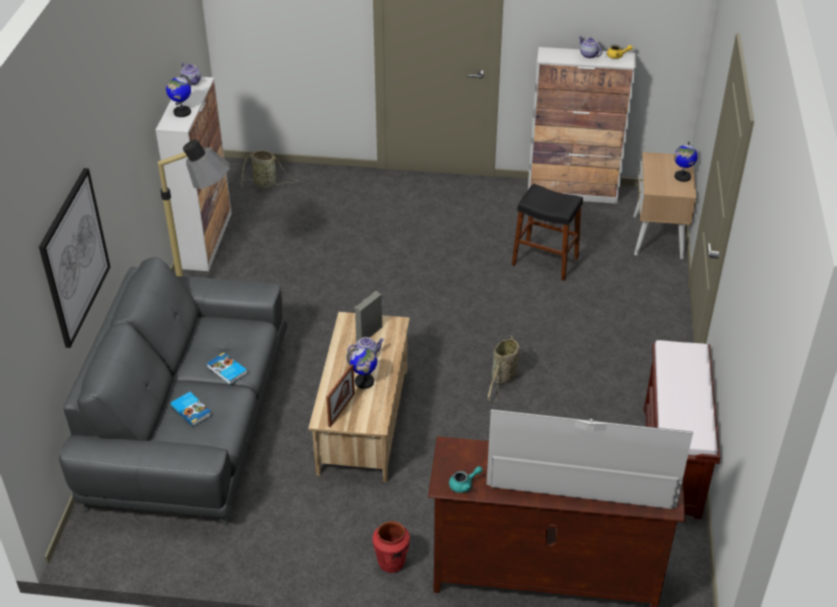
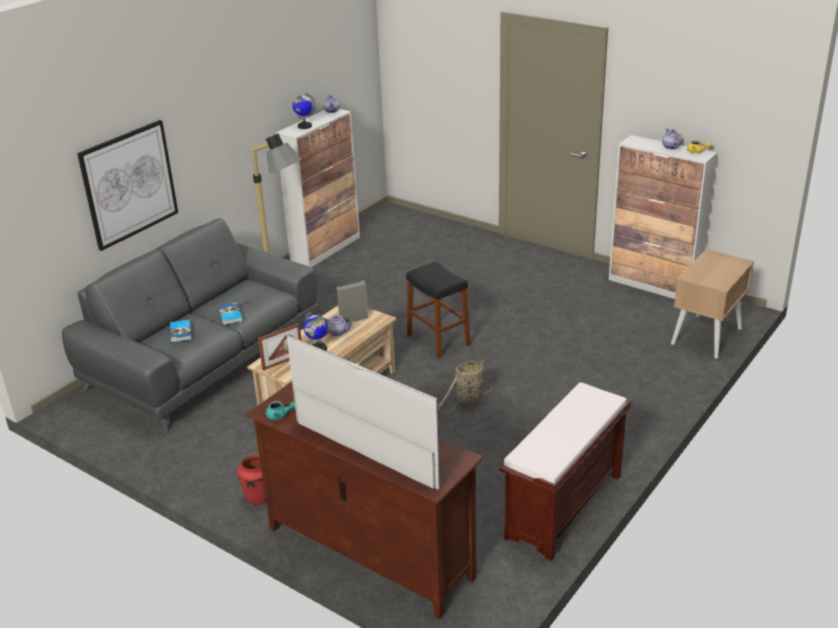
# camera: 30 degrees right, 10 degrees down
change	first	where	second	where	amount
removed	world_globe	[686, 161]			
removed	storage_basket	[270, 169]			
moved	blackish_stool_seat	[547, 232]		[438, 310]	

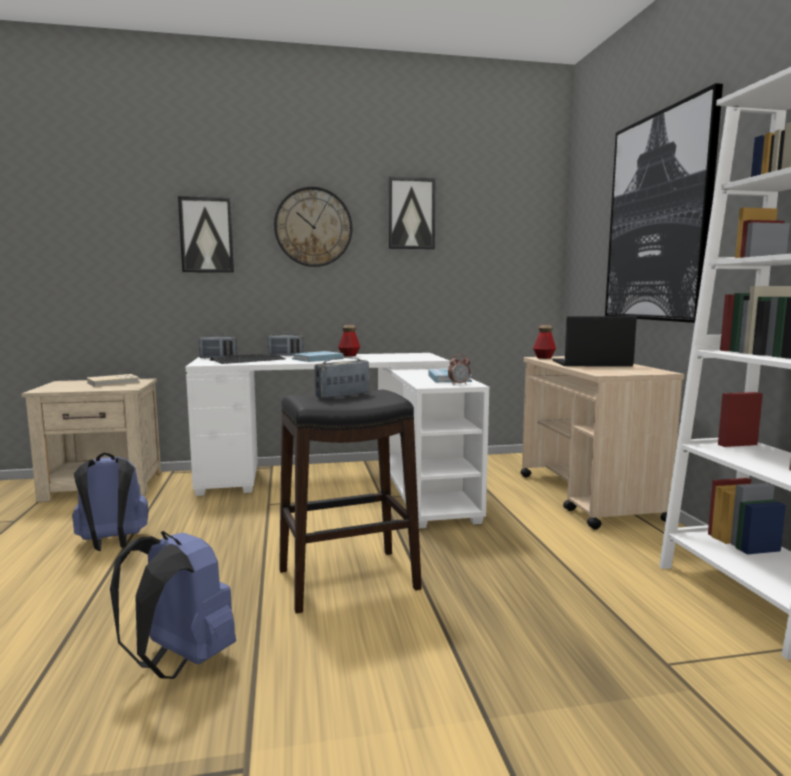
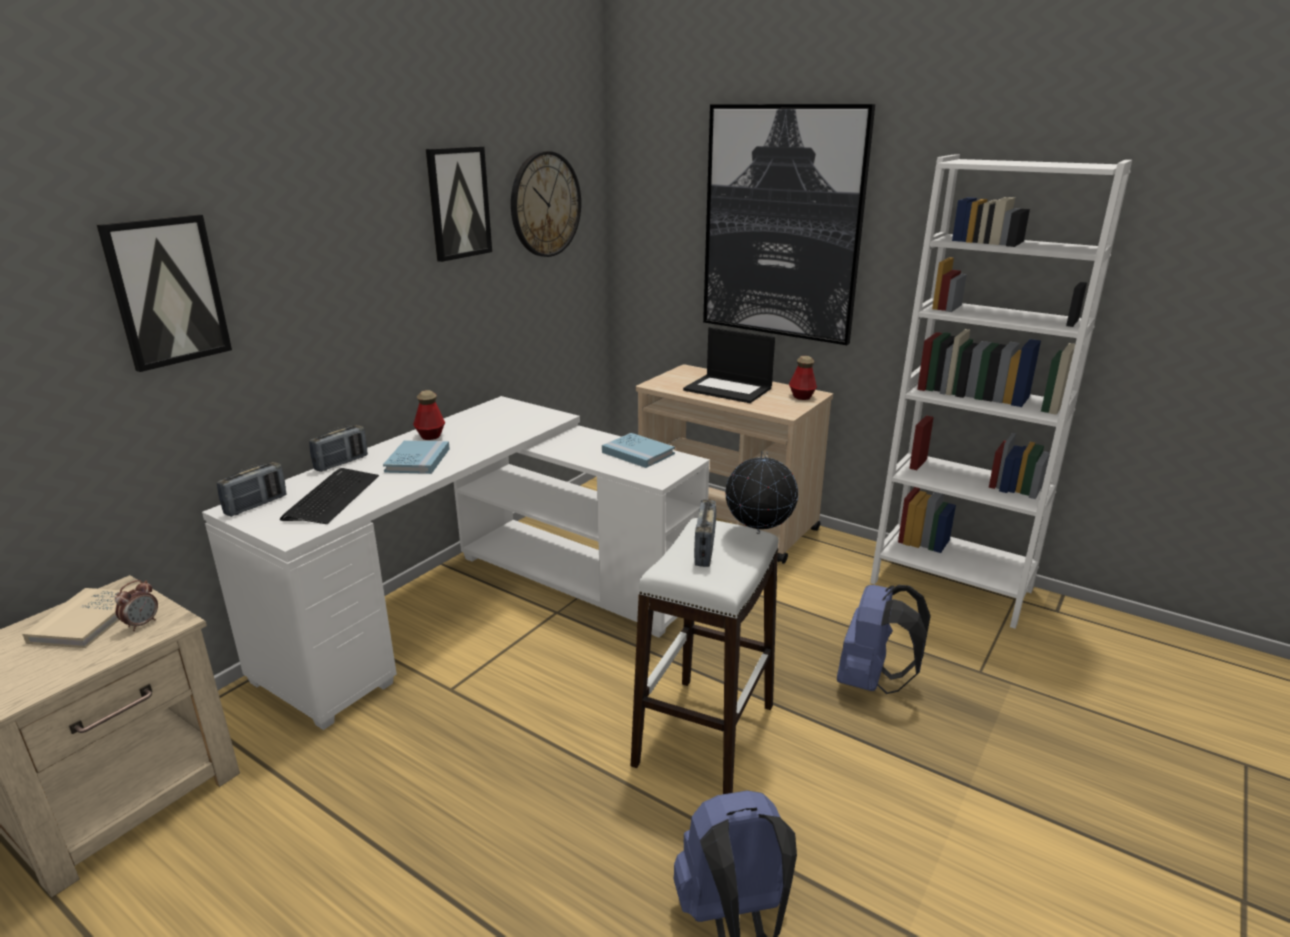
# camera: 45 degrees left, 15 degrees up
change	first	where	second	where	amount
moved	wall_clock	[313, 227]		[546, 204]	
turned	laptop	[595, 341]		[729, 365]	105 degrees counterclockwise
moved	beverage_bottle	[544, 342]		[803, 378]	
moved	table_clock	[459, 369]		[136, 605]	
recoloured	blackish_stool_seat	[350, 502]	white-coloured_stool_seat	[704, 656]	
moved	bluish_knapsack	[110, 501]		[884, 639]	
added			world_globe	[761, 493]	

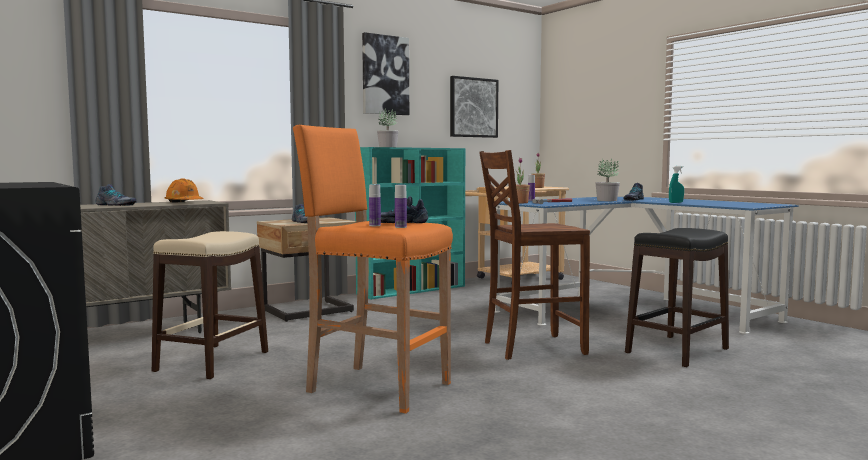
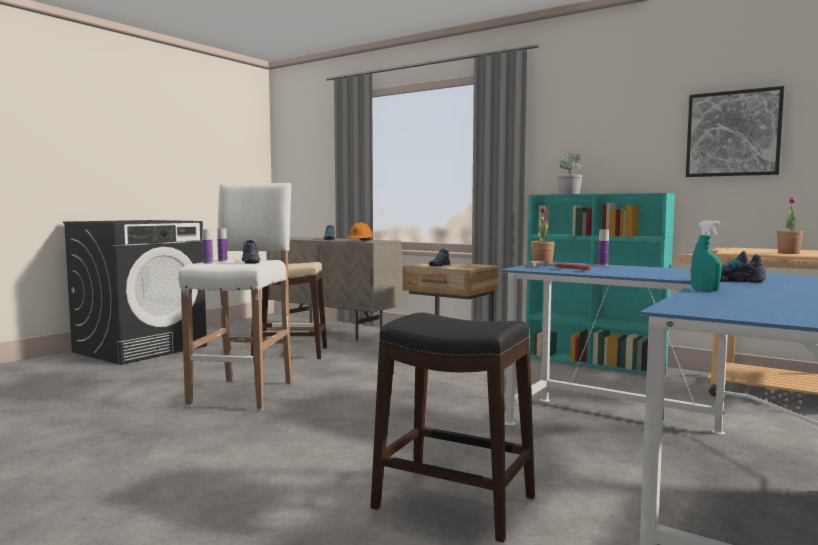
# camera: 70 degrees right, 0 degrees up
change	first	where	second	where	amount
removed	picture	[385, 73]			
recoloured	orange-coloured_stool_seat	[373, 269]	white-coloured_stool_seat	[235, 297]	
removed	brownish_upright_chair	[534, 255]			
removed	houseplant	[608, 179]			

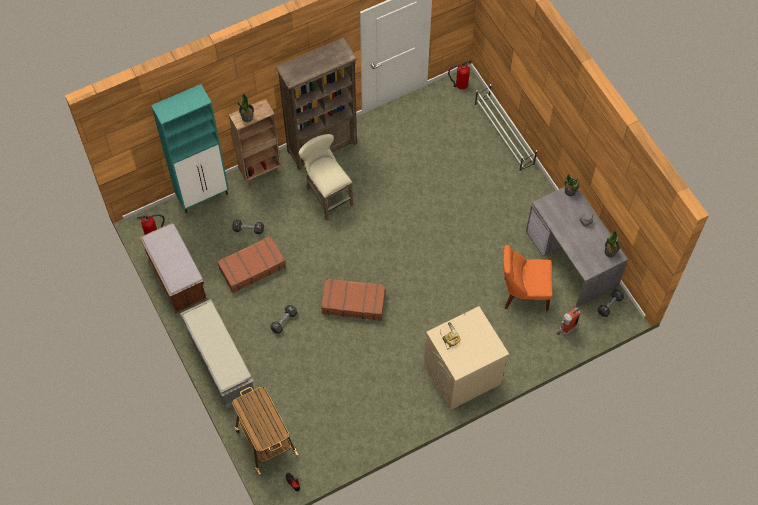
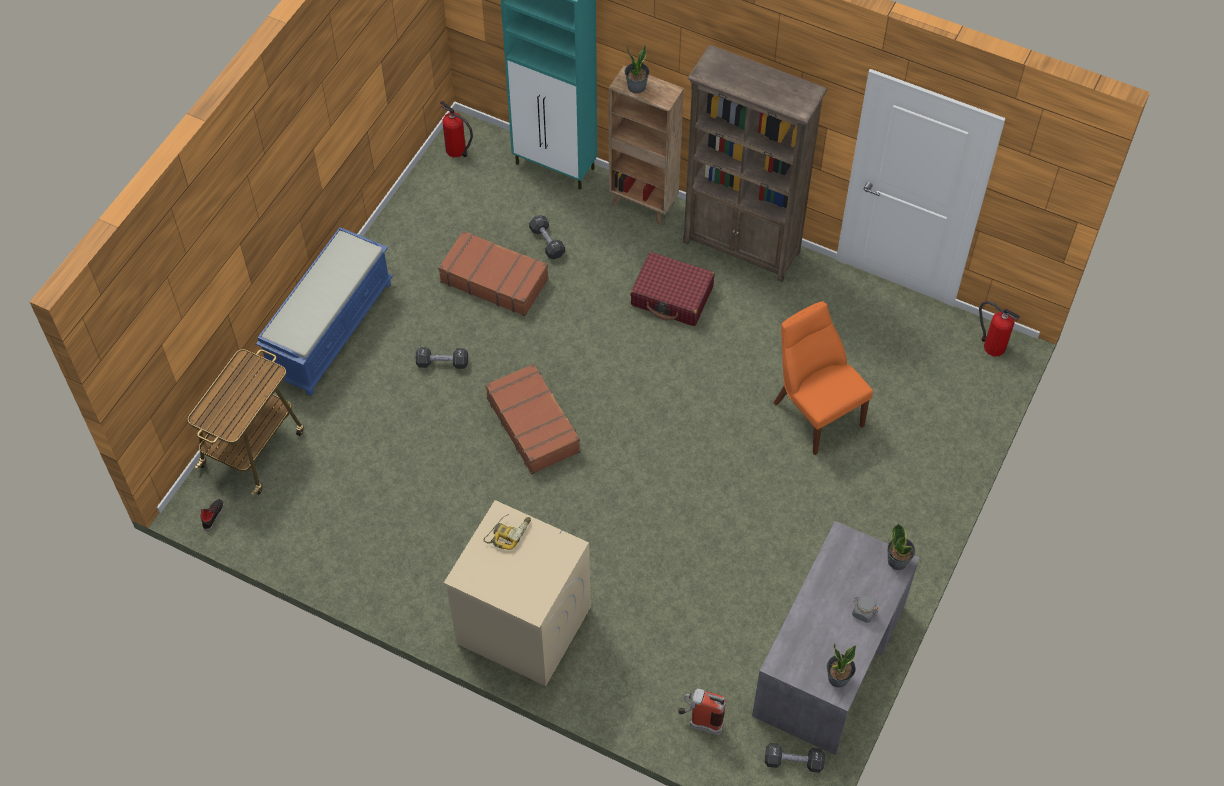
# camera: 55 degrees right, 5 degrees down
change	first	where	second	where	amount
removed	white-coloured_shoe_shelf	[506, 128]			
replaced	beige_stool_seat	[325, 177]	red-coloured_suitcase	[672, 289]	
removed	brownish_bench	[174, 268]			
moved	orange-coloured_upright_chair	[527, 278]		[823, 378]	
recoloured	gray_bench	[217, 353]	bluish_bench	[324, 311]	

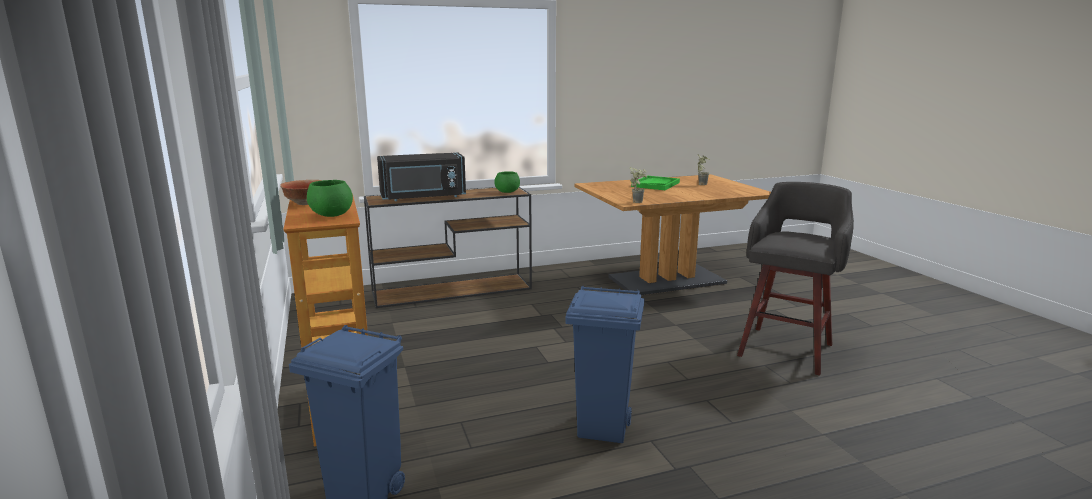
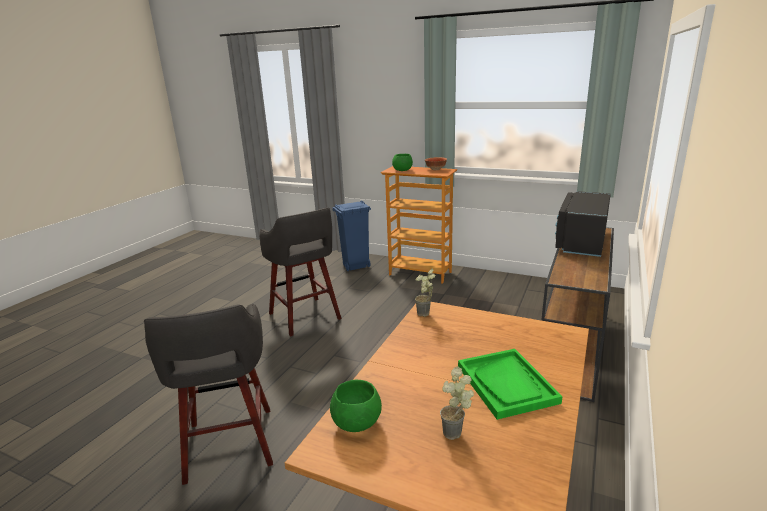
# camera: 135 degrees right, 5 degrees up
change	first	where	second	where	amount
moved	green-coloured_serving_bowl	[507, 182]		[356, 406]	
replaced	bluish_trash_can	[604, 364]	gray_stool_seat	[300, 272]	

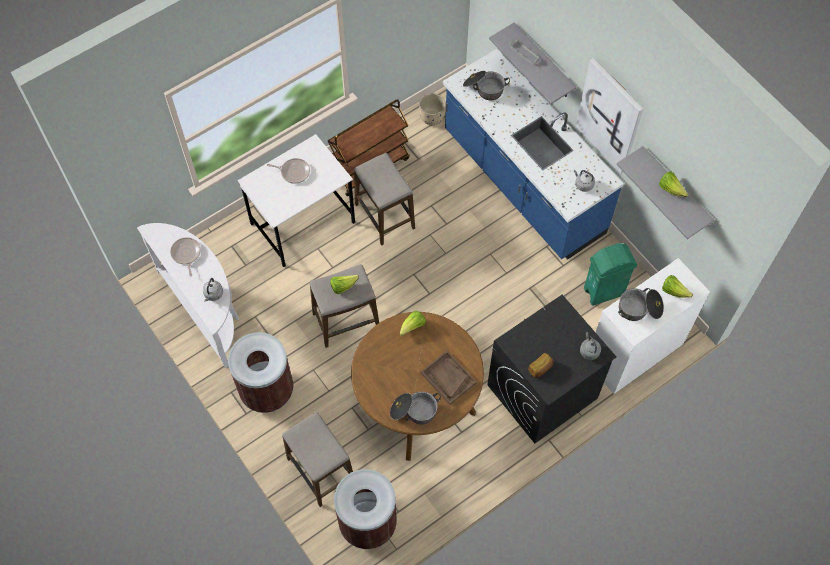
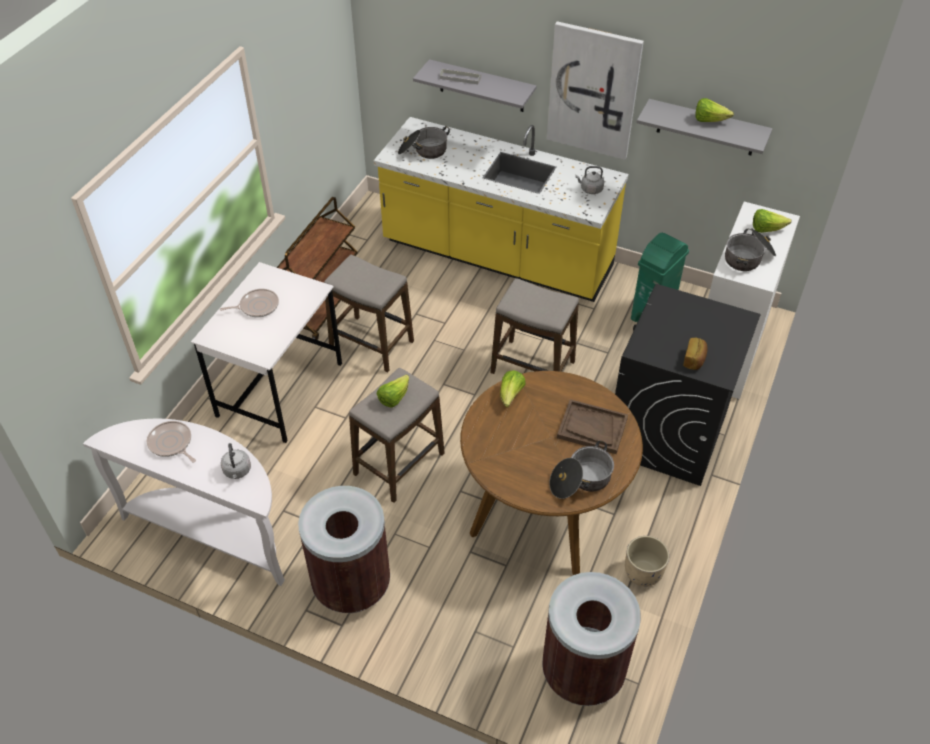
# camera: 30 degrees left, 15 degrees down
change	first	where	second	where	amount
recoloured	bluish_kitchen_base_unit	[533, 154]	yellow-coloured_kitchen_base_unit	[501, 209]	
moved	beige_plant_pot	[432, 109]		[647, 561]	
removed	gray_kettle	[590, 346]			
moved	stool_seat	[317, 459]		[534, 326]	

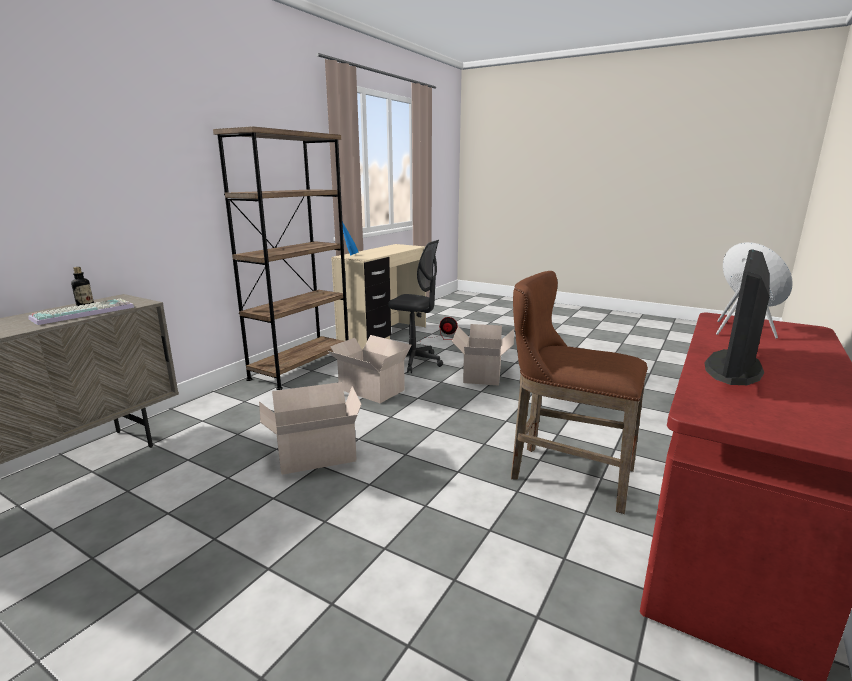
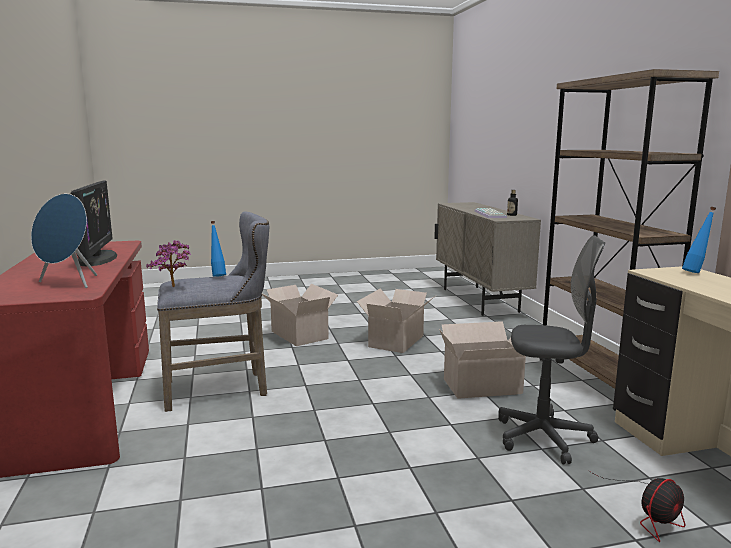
# camera: 135 degrees right, 5 degrees down
change	first	where	second	where	amount
turned	gray_desk_chair	[415, 306]		[551, 350]	150 degrees counterclockwise
recoloured	brownish_stool_seat	[579, 392]	gray_stool_seat	[213, 312]	
moved	carton	[483, 355]		[300, 315]	
added			bluish_beverage_bottle	[218, 249]	
added			houseplant	[168, 263]	

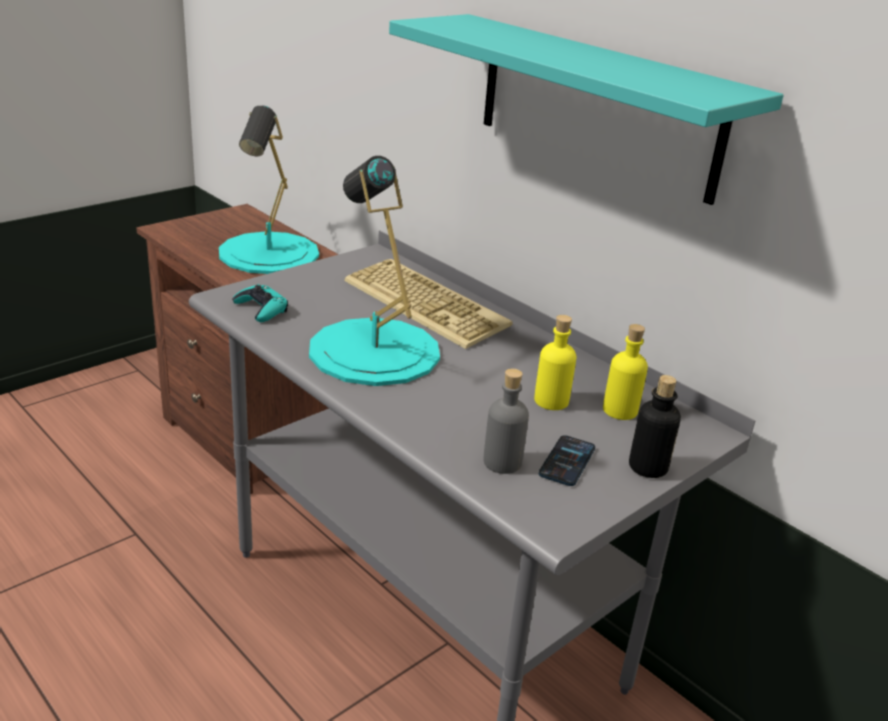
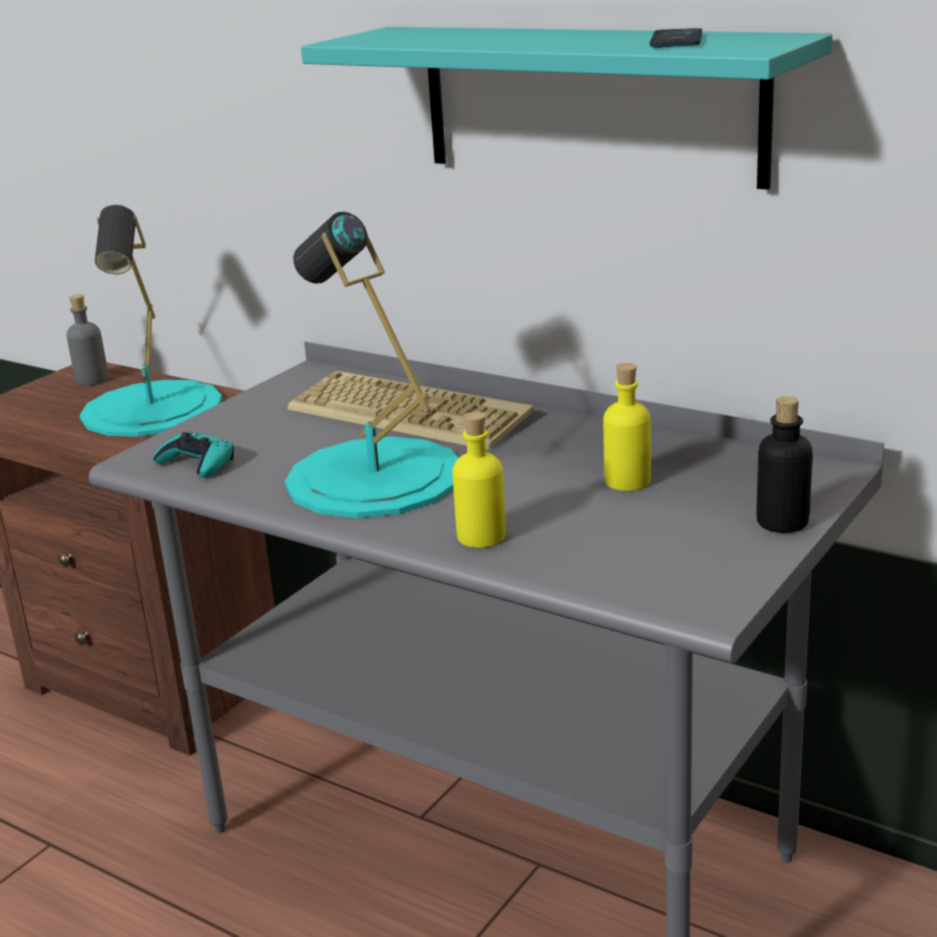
# camera: 10 degrees left, 5 degrees down
change	first	where	second	where	amount
moved	yellow-coloured_beverage_bottle	[625, 372]		[479, 480]	
moved	gray_beverage_bottle	[506, 421]		[87, 340]	
moved	telephone	[567, 460]		[676, 38]	

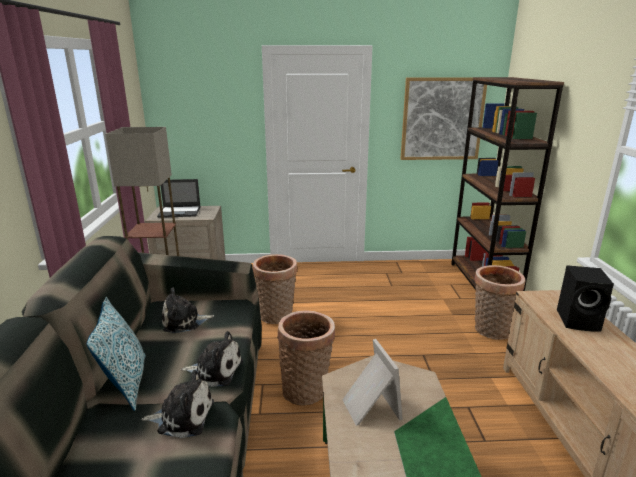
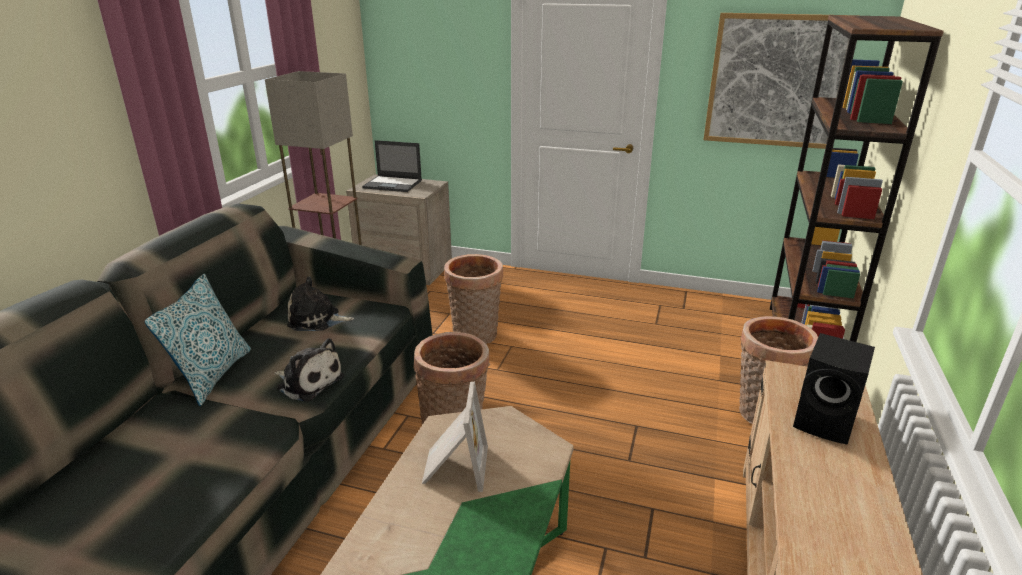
# camera: 20 degrees right, 5 degrees up
change	first	where	second	where	amount
removed	cuddly_toy	[177, 404]			

